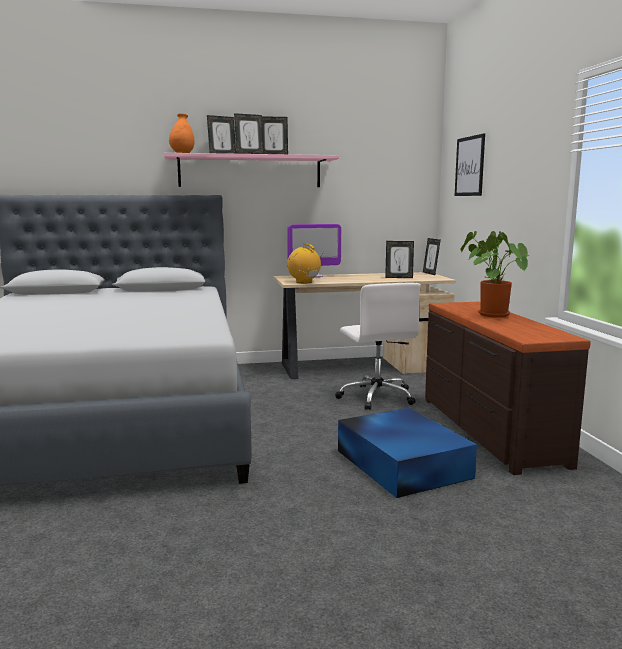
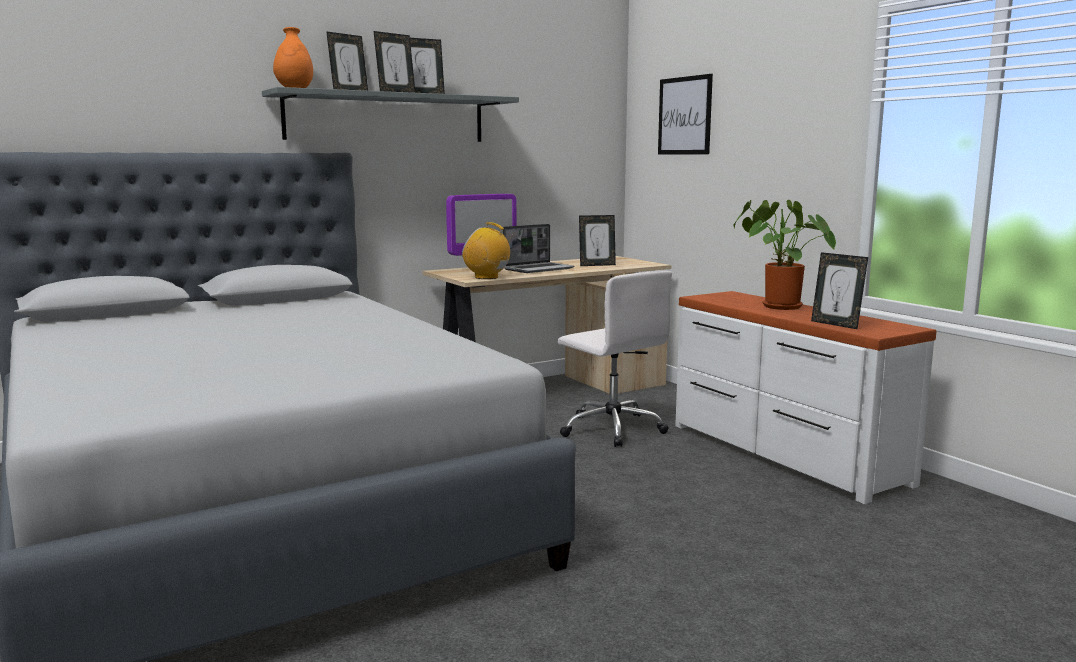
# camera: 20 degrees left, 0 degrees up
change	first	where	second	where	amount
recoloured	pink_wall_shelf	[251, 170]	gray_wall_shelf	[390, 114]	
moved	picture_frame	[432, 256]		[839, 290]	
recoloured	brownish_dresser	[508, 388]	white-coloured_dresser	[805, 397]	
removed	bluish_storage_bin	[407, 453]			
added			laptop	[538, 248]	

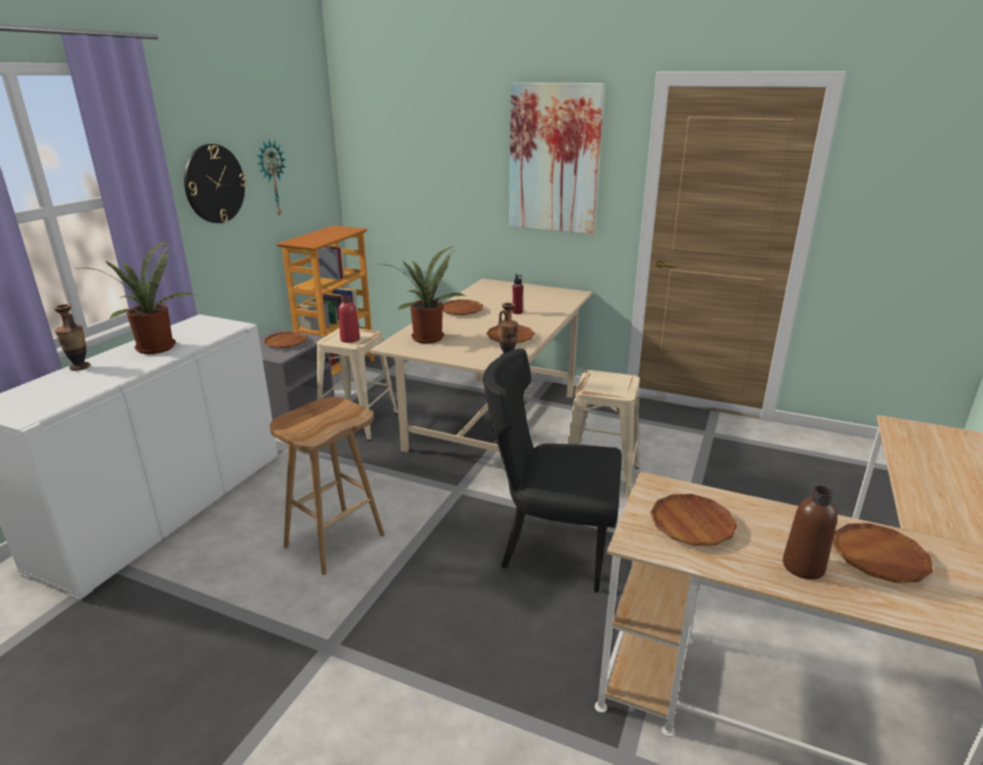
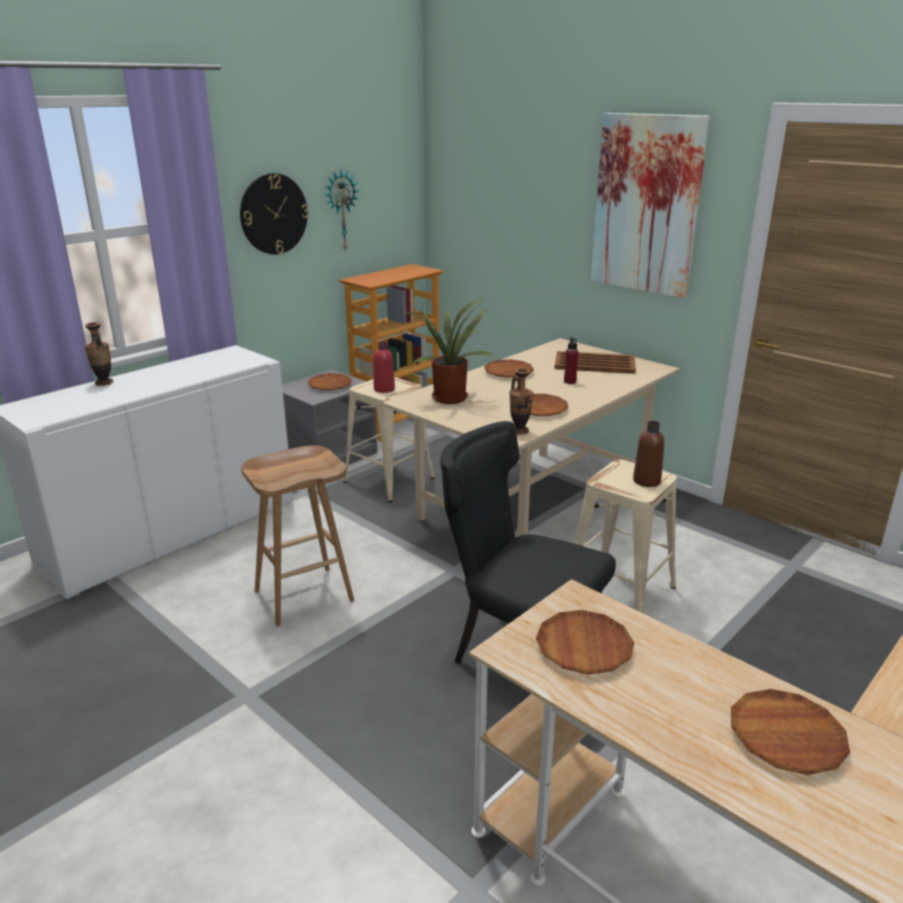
# camera: 20 degrees right, 0 degrees up
change	first	where	second	where	amount
removed	houseplant	[134, 297]			
moved	brownish_beverage_bottle	[810, 533]		[648, 454]	
added			brownish_tray	[595, 362]	

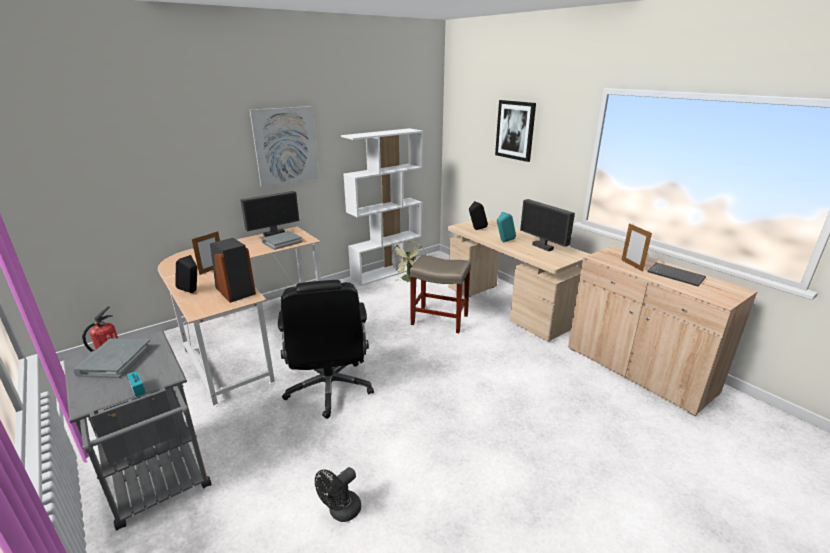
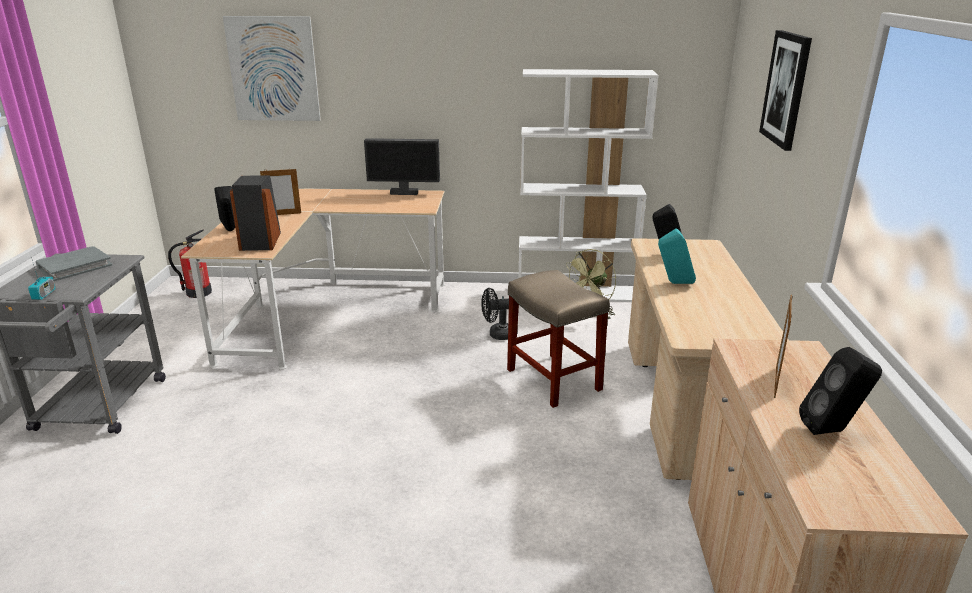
# camera: 40 degrees right, 0 degrees up
change	first	where	second	where	amount
moved	picture	[284, 146]		[272, 68]	
removed	computer_screen	[547, 225]			
removed	gray_book	[282, 240]			
replaced	keyboard	[676, 274]	blackish_loudspeaker	[840, 391]	
removed	blackish_desk_chair	[326, 349]			
moved	blackish_electric_fan	[338, 494]		[495, 314]	

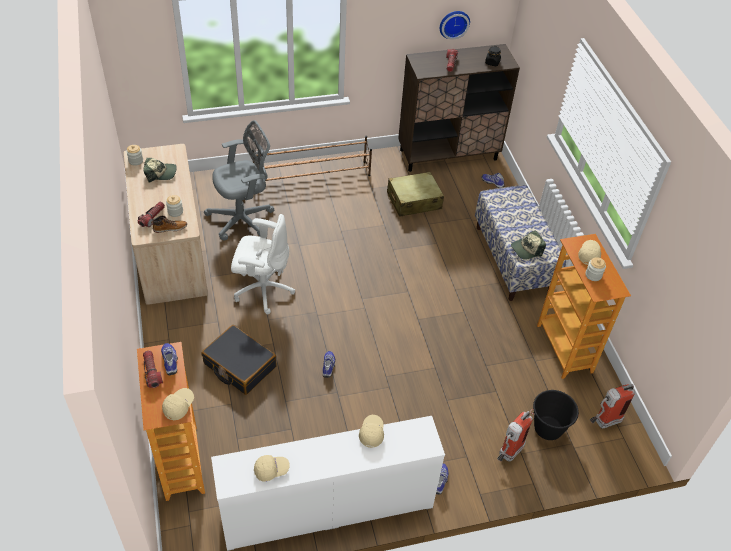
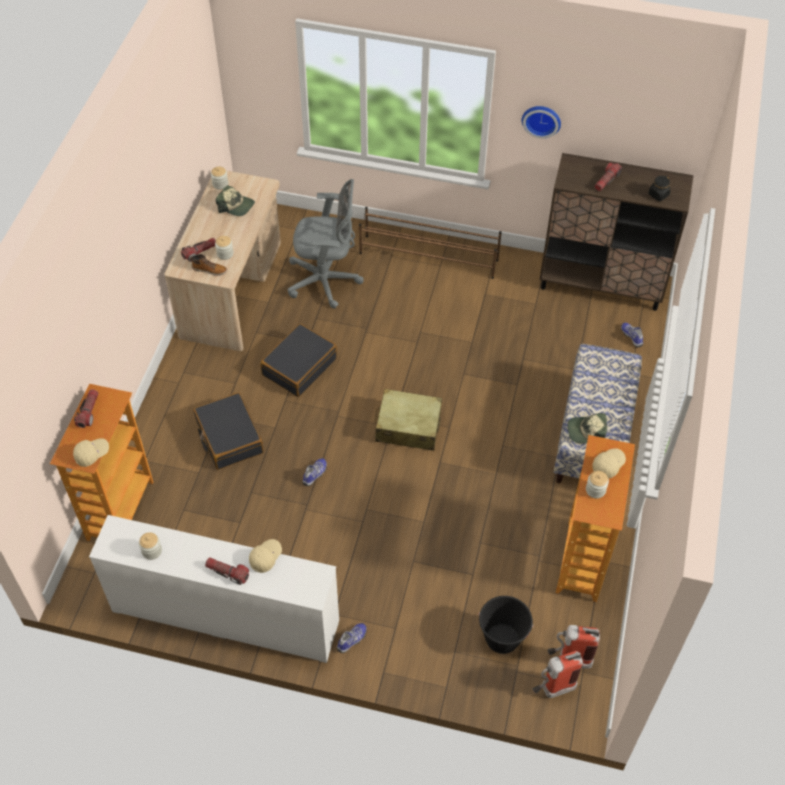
# camera: 30 degrees right, 5 degrees up
change	first	where	second	where	amount
moved	wall_clock	[455, 25]		[541, 122]	
moved	beige_suitcase	[415, 194]		[408, 420]	
replaced	white-coloured_desk_chair	[263, 264]	blackish_suitcase	[298, 360]	
removed	low_shoe	[169, 359]			
moved	extinguisher	[515, 436]		[558, 674]	
replaced	beige_baseball_cap	[272, 468]	preserve_jar	[150, 546]	
added			hand_torch	[227, 571]	

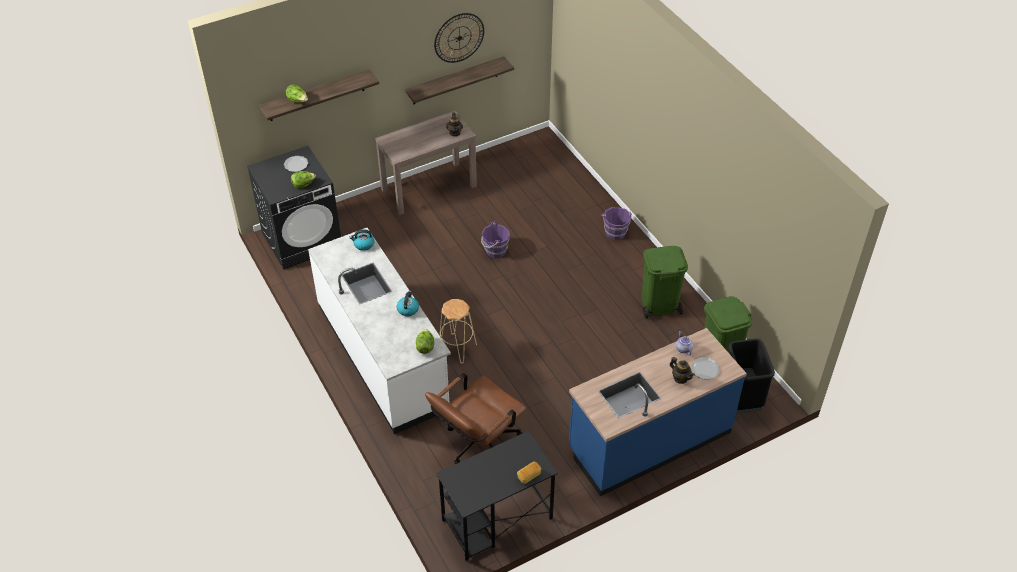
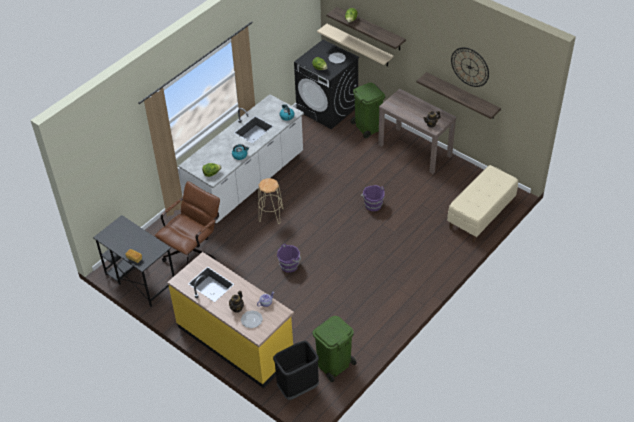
# camera: 70 degrees right, 0 degrees up
change	first	where	second	where	amount
moved	purple-coloured_pail	[617, 223]		[289, 258]	
moved	green-coloured_trash_can	[664, 282]		[367, 110]	
recoloured	bluish_kitchen_base_unit	[658, 412]	yellow-coloured_kitchen_base_unit	[230, 320]	
turned	brownish_desk_chair	[475, 418]		[187, 223]	105 degrees clockwise
added			beige_wall_shelf	[355, 45]	
added			beige_bench	[482, 203]	

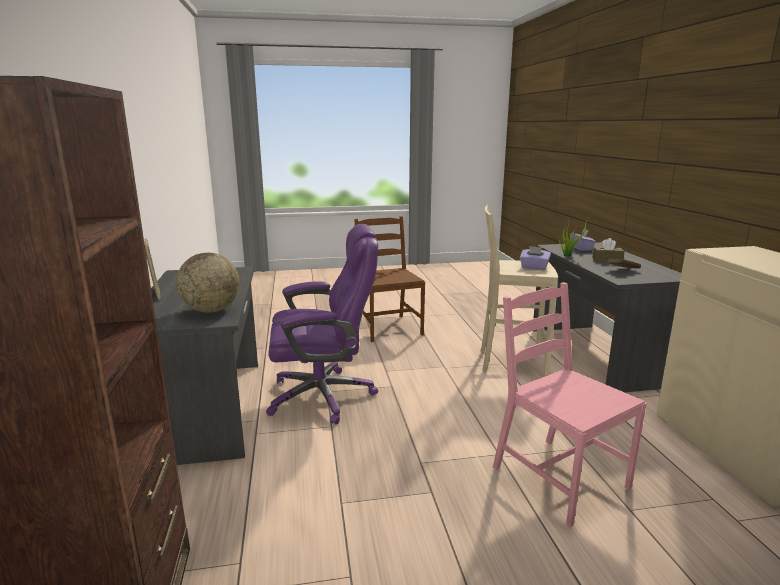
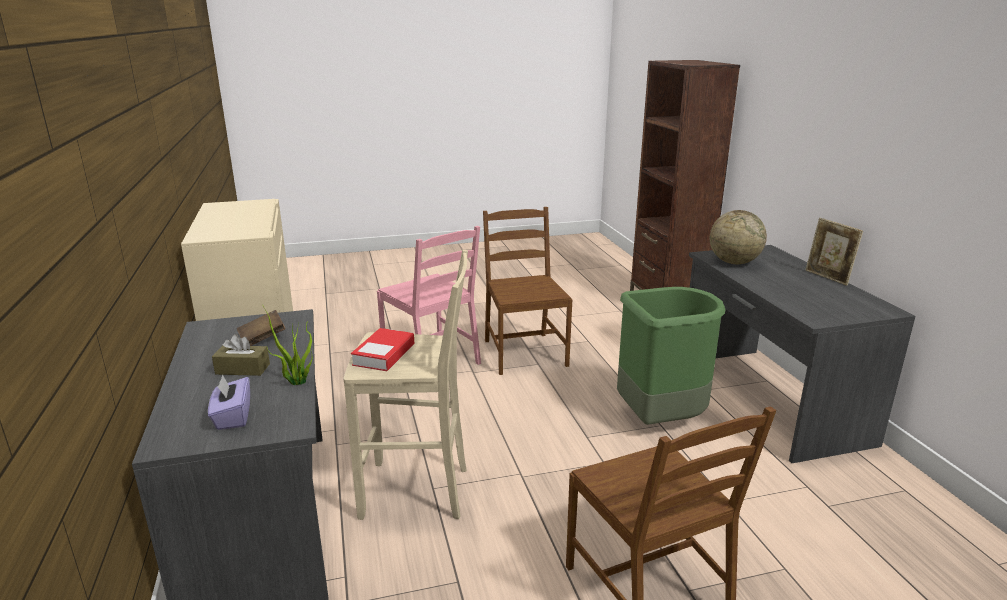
# camera: 175 degrees right, 5 degrees up
change	first	where	second	where	amount
replaced	purple-coloured_desk_chair	[322, 324]	green-coloured_trash_can	[671, 356]	
replaced	purple-coloured_tissue_box	[535, 258]	book	[383, 349]	
added			brownish_upright_chair	[527, 291]	

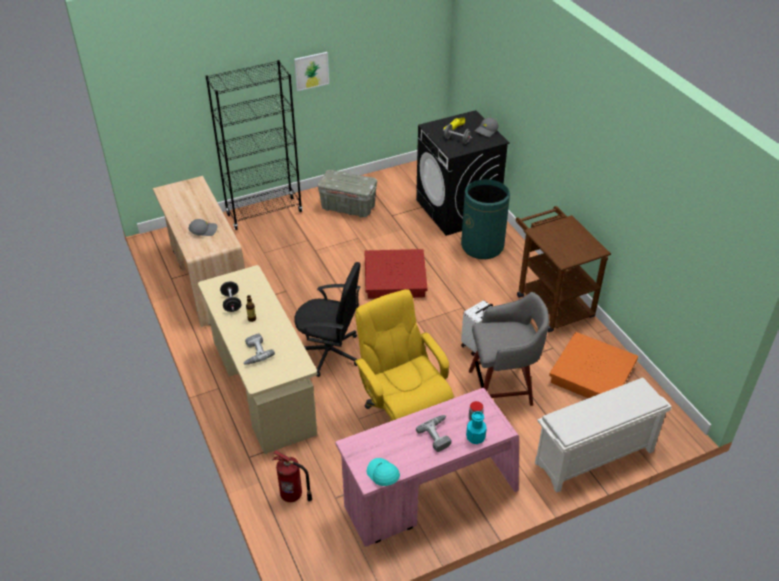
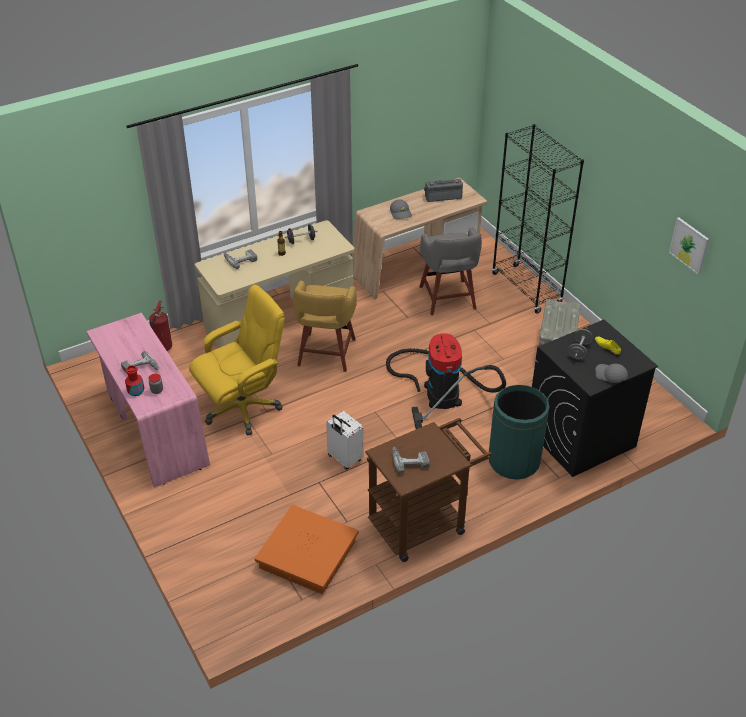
# camera: 85 degrees right, 0 degrees up
change	first	where	second	where	amount
moved	picture	[311, 71]		[689, 246]	
replaced	red-coloured_storage_bin	[396, 274]	vacuum_cleaner	[446, 381]	
replaced	blackish_desk_chair	[327, 319]	yellow-coloured_stool_seat	[325, 326]	
moved	gray_stool_seat	[509, 349]		[450, 271]	
removed	white-coloured_shoe_shelf	[603, 435]			
recoloured	turquoise-coloured_beverage_bottle	[476, 427]	red-coloured_beverage_bottle	[135, 380]	
removed	turquoise-coloured_baseball_cap	[383, 472]			
added			radio_set	[443, 190]	
added			drill	[411, 460]	

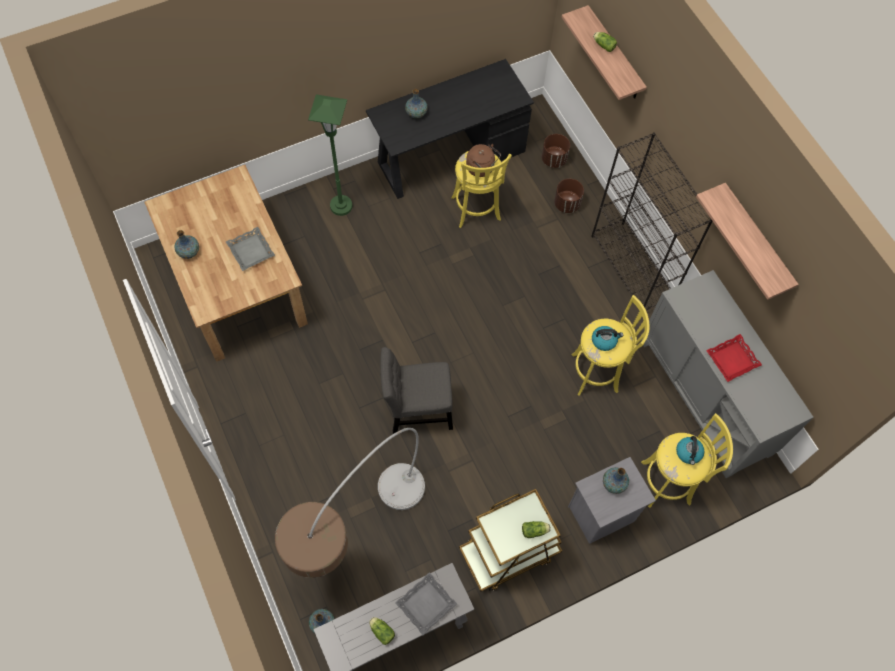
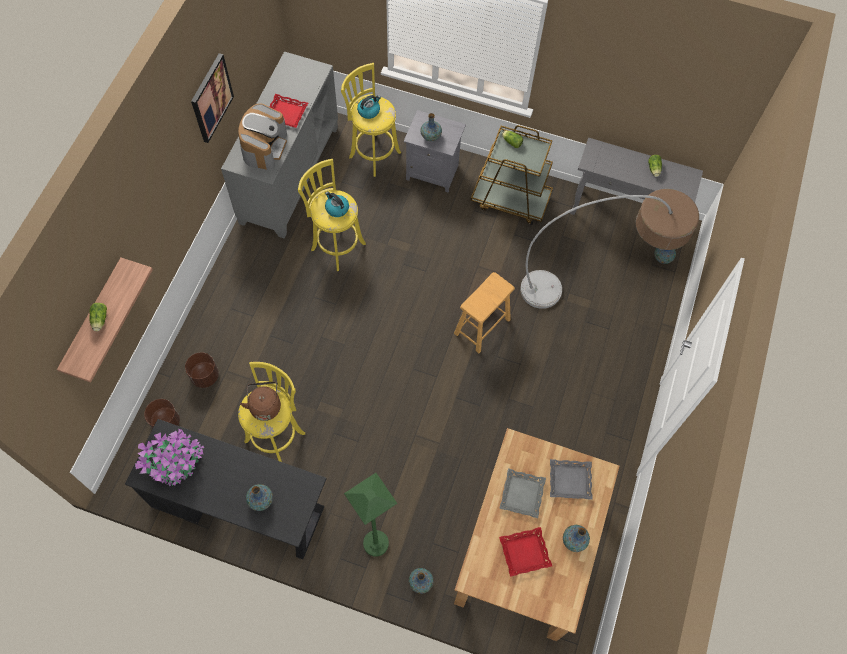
# camera: 135 degrees left, 0 degrees up
change	first	where	second	where	amount
removed	blackish_bookcase	[652, 221]			
replaced	wall_shelf	[747, 241]	picture	[212, 98]	
replaced	gray_upright_chair	[416, 390]	brownish_stool_seat	[484, 312]	
moved	gray_tray	[426, 603]		[571, 479]	
added			coffee_brewer	[262, 136]	
added			houseplant	[169, 457]	
added			red-coloured_tray	[525, 552]	
added			vase	[421, 581]	

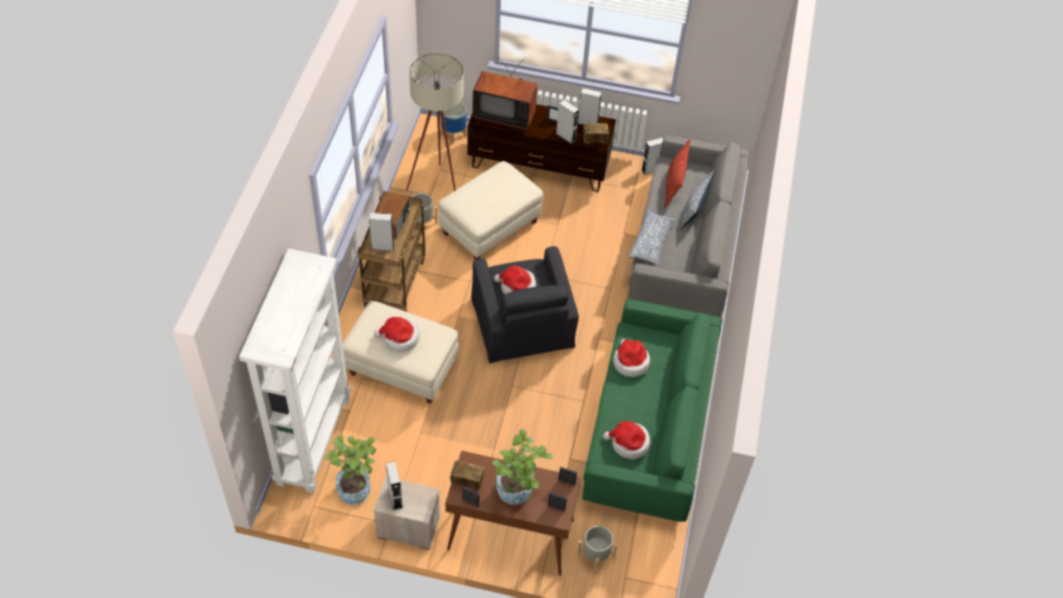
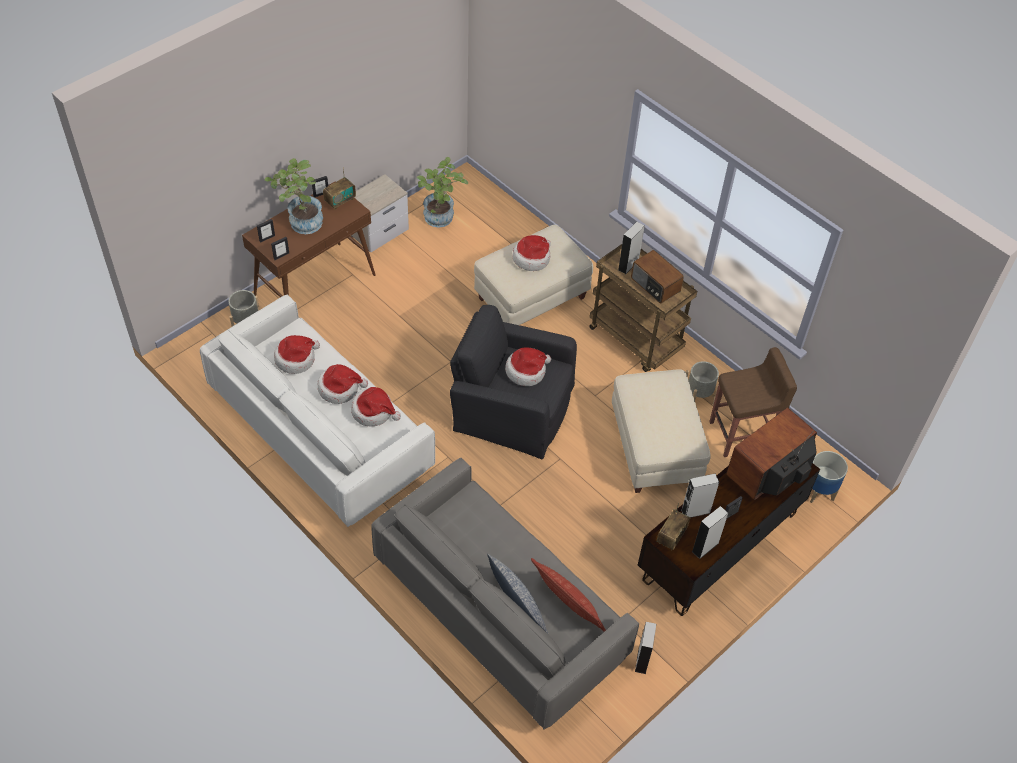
# camera: 125 degrees right, 0 degrees up
change	first	where	second	where	amount
replaced	beige_standing_lamp	[435, 122]	brownish_stool_seat	[753, 402]	
removed	cushion	[652, 237]			
removed	white-coloured_bookcase	[295, 371]			
recoloured	green-coloured_sofa	[652, 410]	white-coloured_sofa	[317, 411]	
removed	gray_loudspeaker	[394, 485]			
added			hat	[343, 384]	

